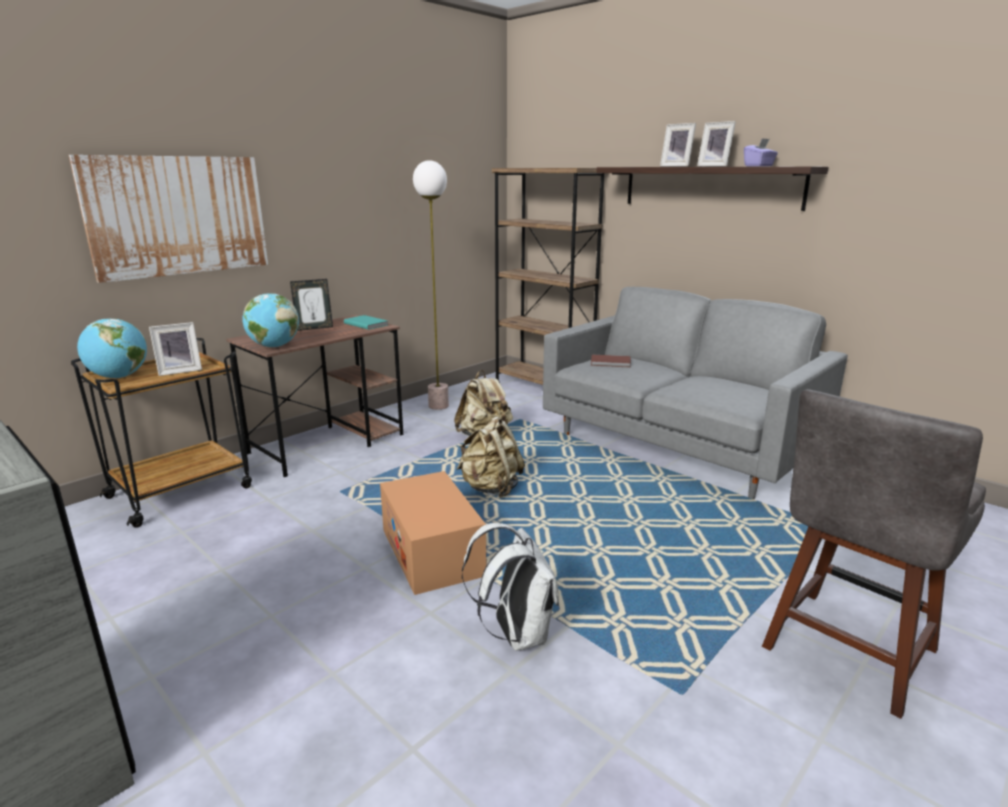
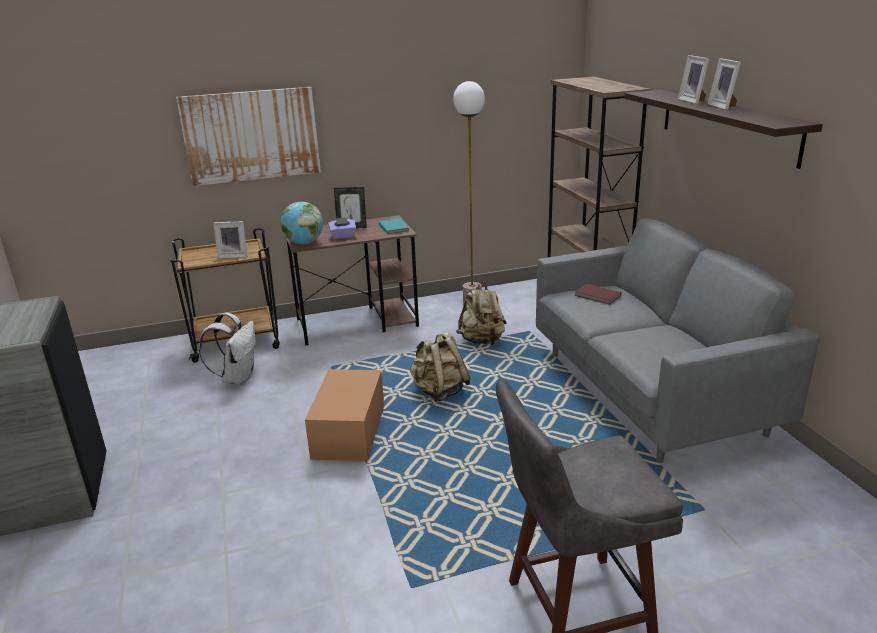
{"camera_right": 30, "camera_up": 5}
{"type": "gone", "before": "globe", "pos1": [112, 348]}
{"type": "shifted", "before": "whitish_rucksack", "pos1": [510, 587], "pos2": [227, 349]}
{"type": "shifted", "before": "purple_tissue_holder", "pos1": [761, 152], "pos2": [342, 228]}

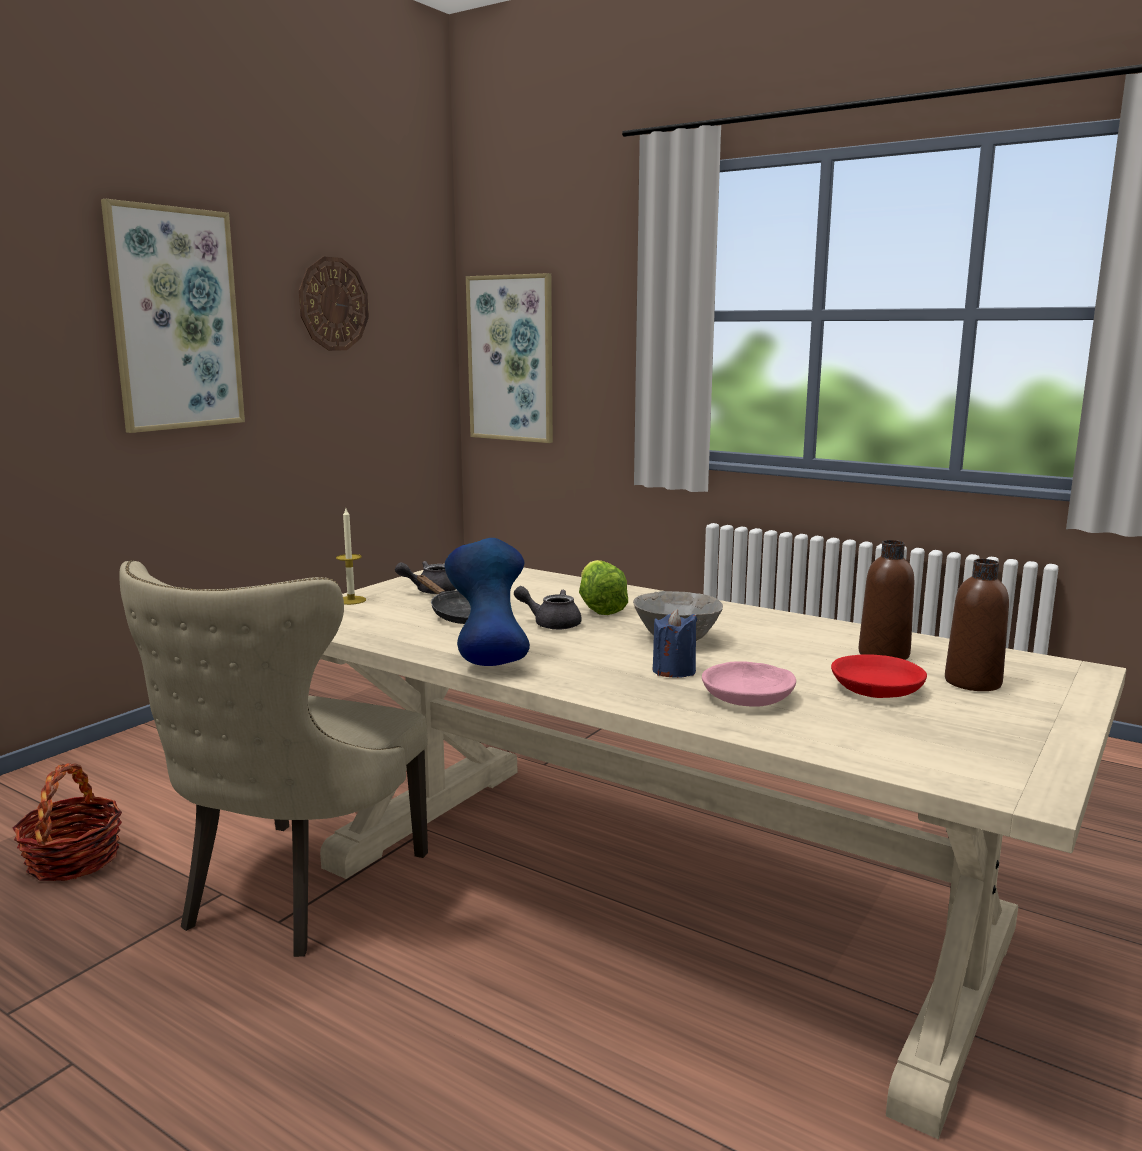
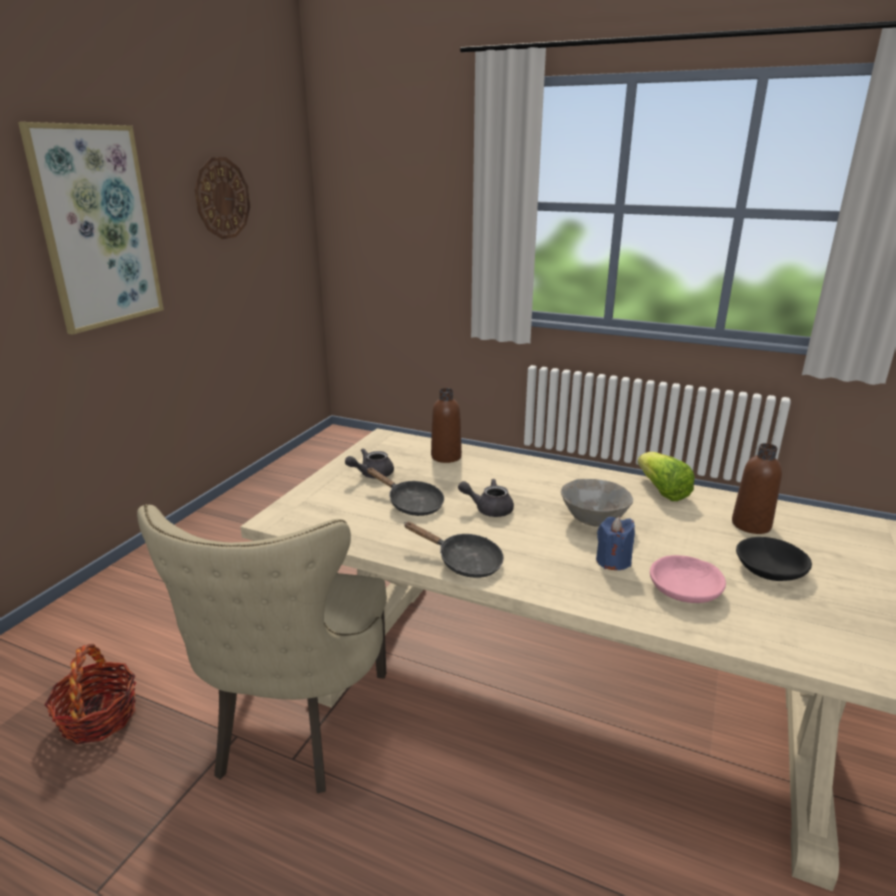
{"camera_right": -10, "camera_up": 10}
{"type": "gone", "before": "candle", "pos1": [351, 556]}
{"type": "gone", "before": "picture", "pos1": [509, 358]}
{"type": "shifted", "before": "head_of_lettuce", "pos1": [603, 587], "pos2": [666, 476]}
{"type": "shifted", "before": "brown-coloured_drink_bottle", "pos1": [977, 625], "pos2": [446, 425]}
{"type": "swapped", "before": "bluish_decorative_vase", "after": "black-coloured_pan", "pos1": [487, 602], "pos2": [454, 550]}
{"type": "repainted", "before": "red_deep_dish", "after": "black-coloured_deep_dish", "pos1": [879, 676], "pos2": [774, 559]}

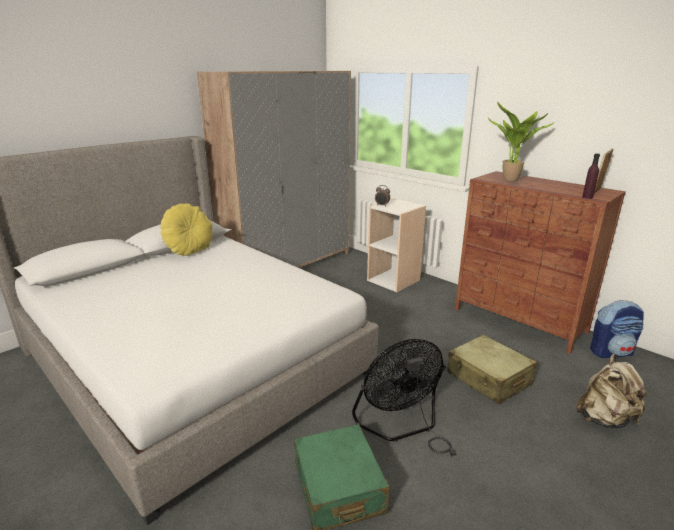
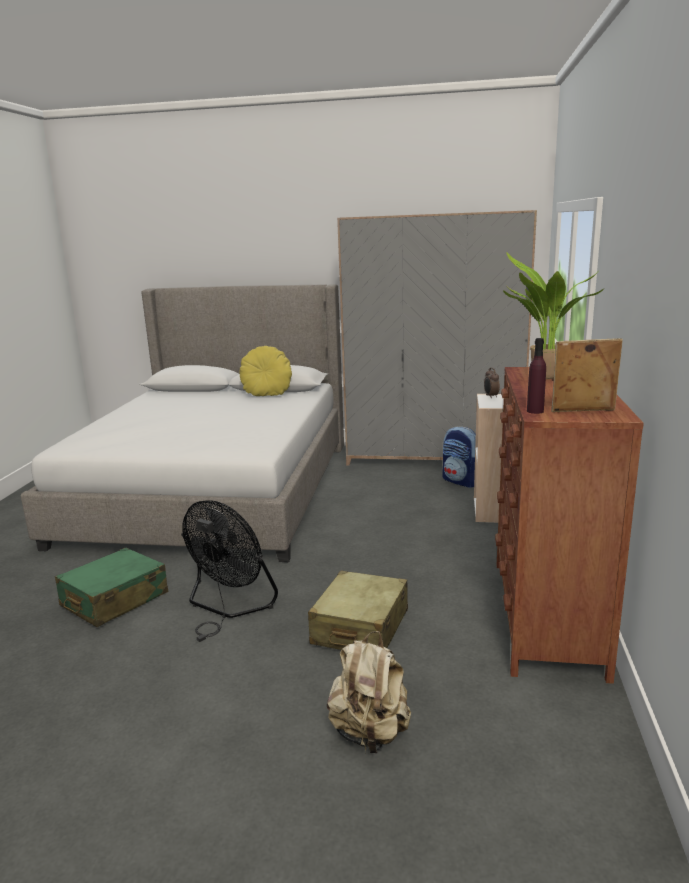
{"camera_right": 55, "camera_up": -5}
{"type": "shifted", "before": "rucksack", "pos1": [617, 329], "pos2": [459, 457]}

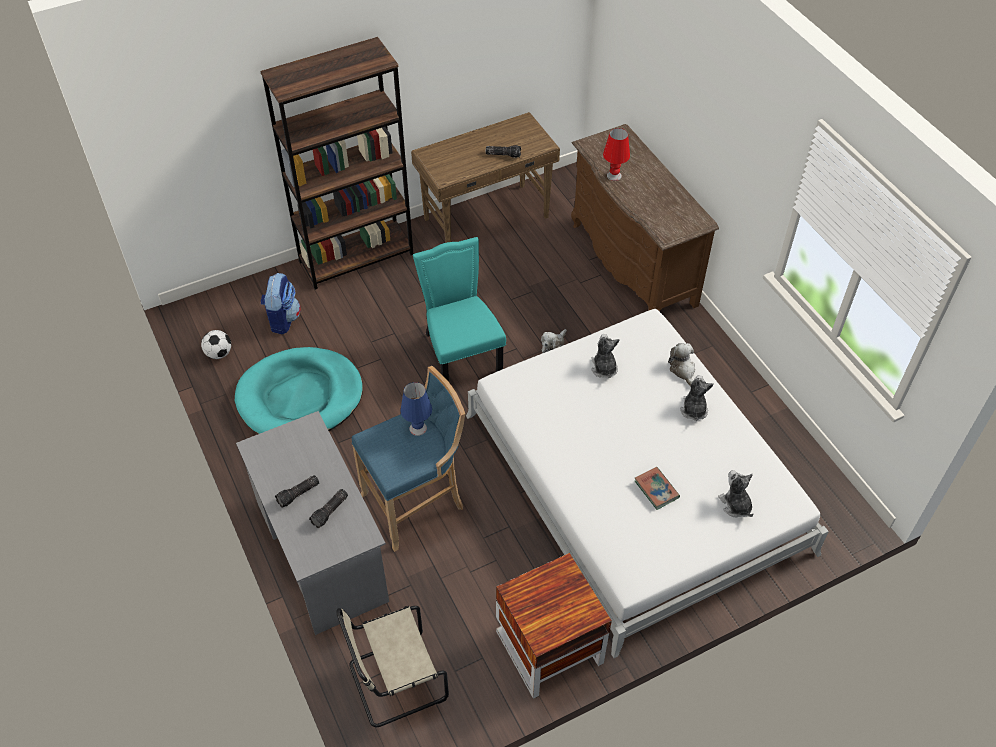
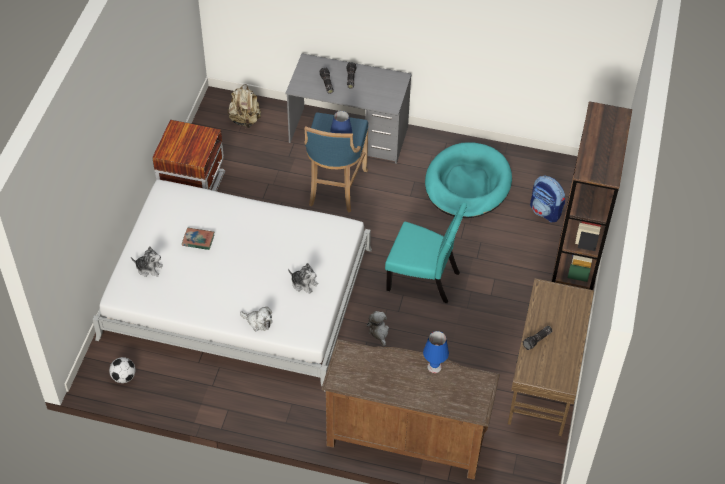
{"camera_right": 130, "camera_up": 0}
{"type": "gone", "before": "soft_toy", "pos1": [697, 398]}
{"type": "shifted", "before": "ball_for_football", "pos1": [216, 344], "pos2": [122, 370]}
{"type": "swapped", "before": "sand-coloured_chair", "after": "sand-coloured_rucksack", "pos1": [392, 666], "pos2": [244, 106]}
{"type": "repainted", "before": "red_lamp_for_a_table", "after": "bluish_lamp_for_a_table", "pos1": [616, 154], "pos2": [436, 352]}

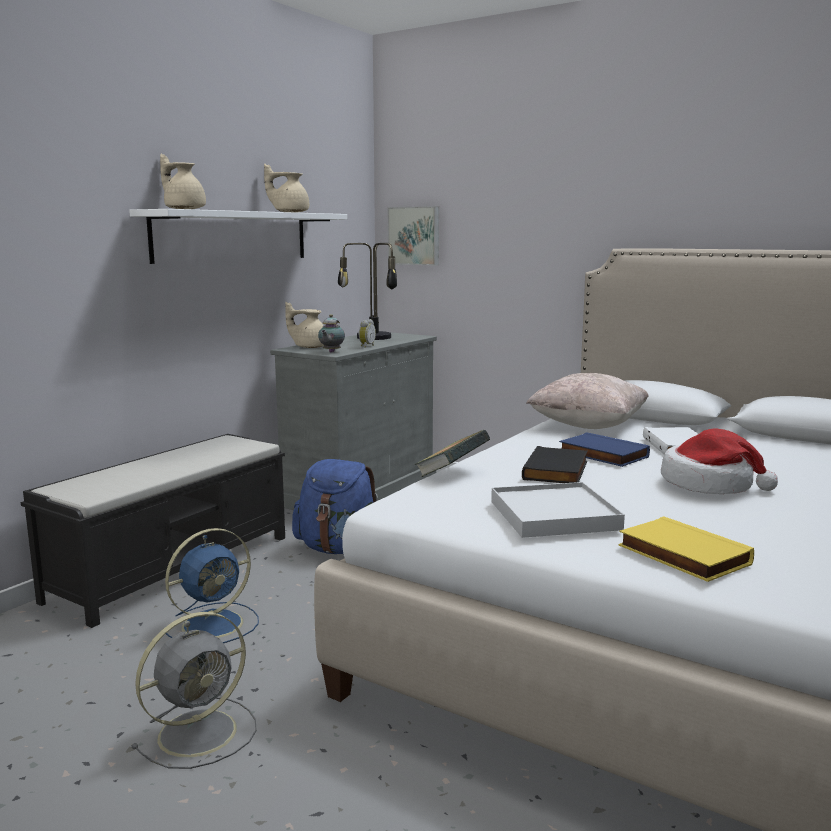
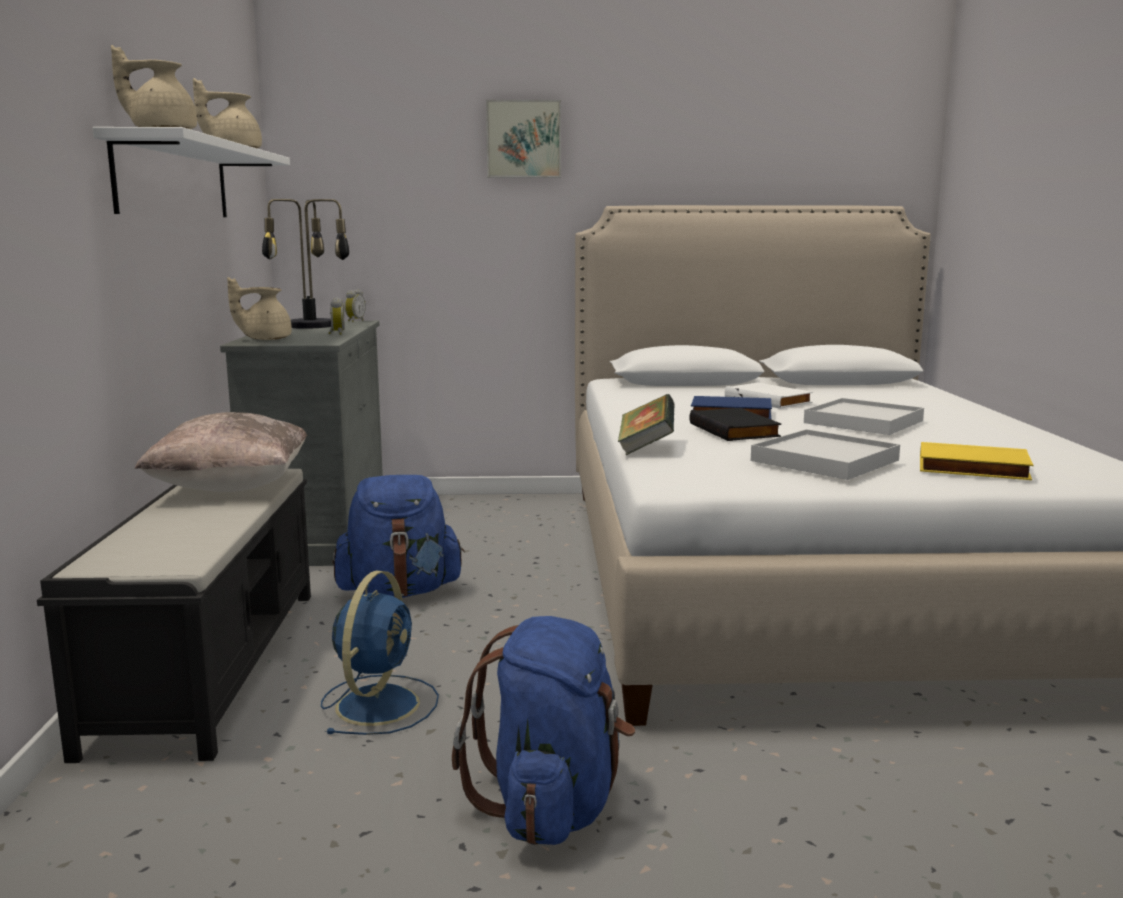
{"camera_right": -35, "camera_up": 0}
{"type": "gone", "before": "teapot", "pos1": [331, 333]}
{"type": "new", "after": "table_clock", "pos2": [355, 305]}
{"type": "shifted", "before": "picture", "pos1": [413, 236], "pos2": [523, 139]}
{"type": "shifted", "before": "sand-coloured_cushion", "pos1": [588, 401], "pos2": [221, 452]}
{"type": "swapped", "before": "gray_fan", "after": "bluish_rucksack", "pos1": [194, 690], "pos2": [543, 730]}
{"type": "swapped", "before": "wearable_hat", "after": "whitish_tray", "pos1": [719, 461], "pos2": [864, 416]}

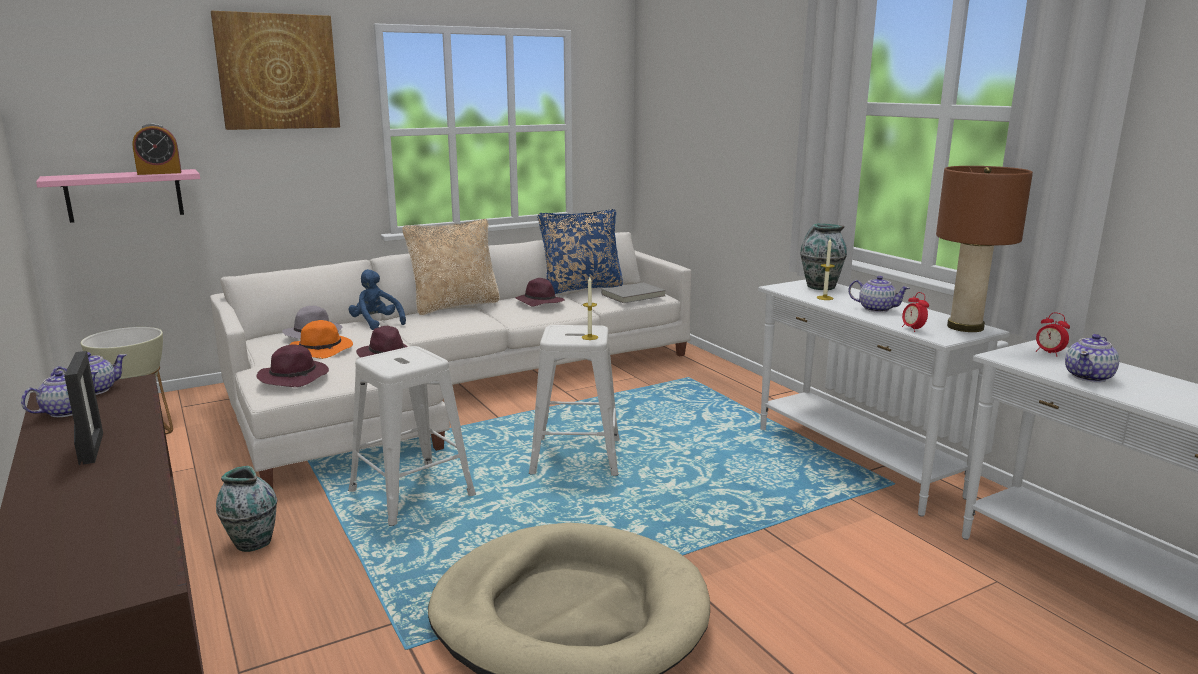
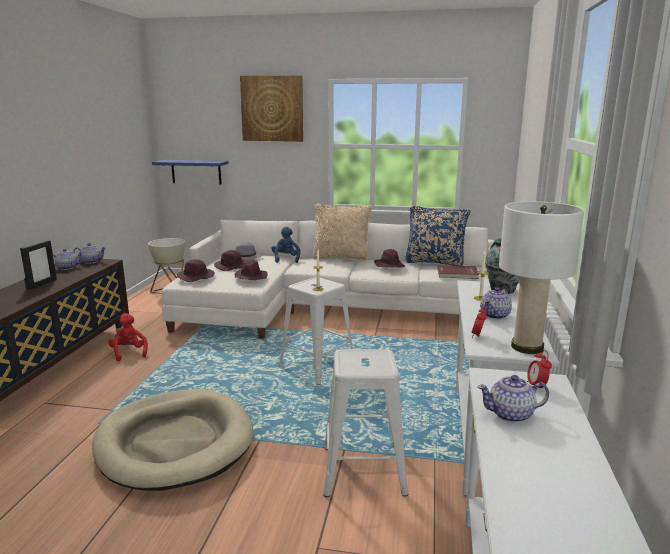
{"camera_right": 40, "camera_up": 0}
{"type": "gone", "before": "table_clock", "pos1": [157, 149]}
{"type": "shifted", "before": "whitish_stool", "pos1": [412, 436], "pos2": [365, 423]}
{"type": "swapped", "before": "decorative_vase", "after": "red_soft_toy", "pos1": [246, 509], "pos2": [128, 337]}
{"type": "repainted", "before": "pink-coloured_shelf", "after": "bluish_shelf", "pos1": [118, 196], "pos2": [190, 172]}
{"type": "repainted", "before": "orange-coloured_wearable_hat", "after": "purple_wearable_hat", "pos1": [321, 339], "pos2": [229, 260]}
{"type": "repainted", "before": "gray_book", "after": "red_book", "pos1": [633, 292], "pos2": [458, 272]}
{"type": "repainted", "before": "brown-coloured_lamp_for_a_table", "after": "whitish_lamp_for_a_table", "pos1": [984, 249], "pos2": [541, 277]}
{"type": "rotated", "before": "teapot", "pos1": [879, 294], "pos2": [496, 303], "turn": 60}

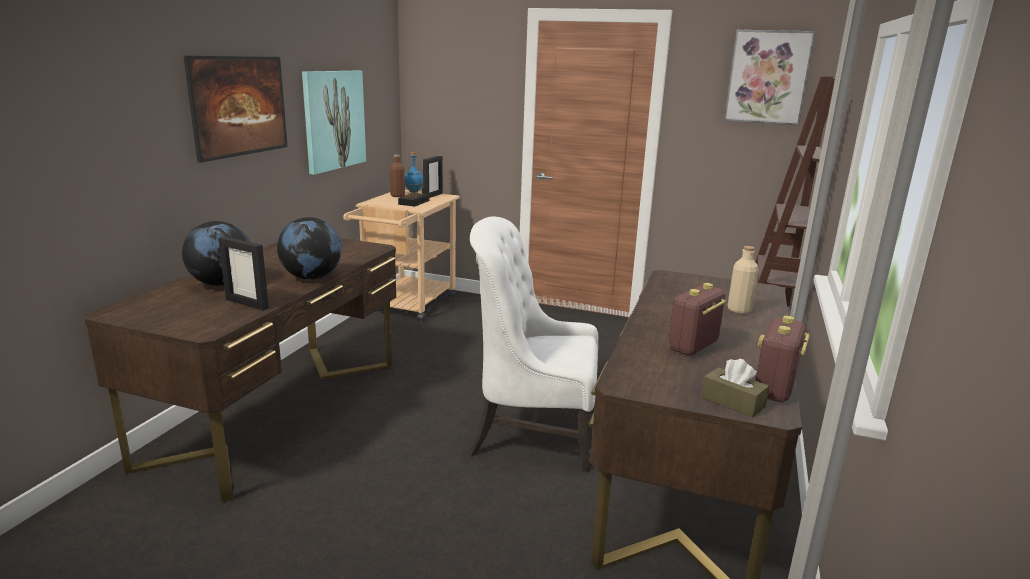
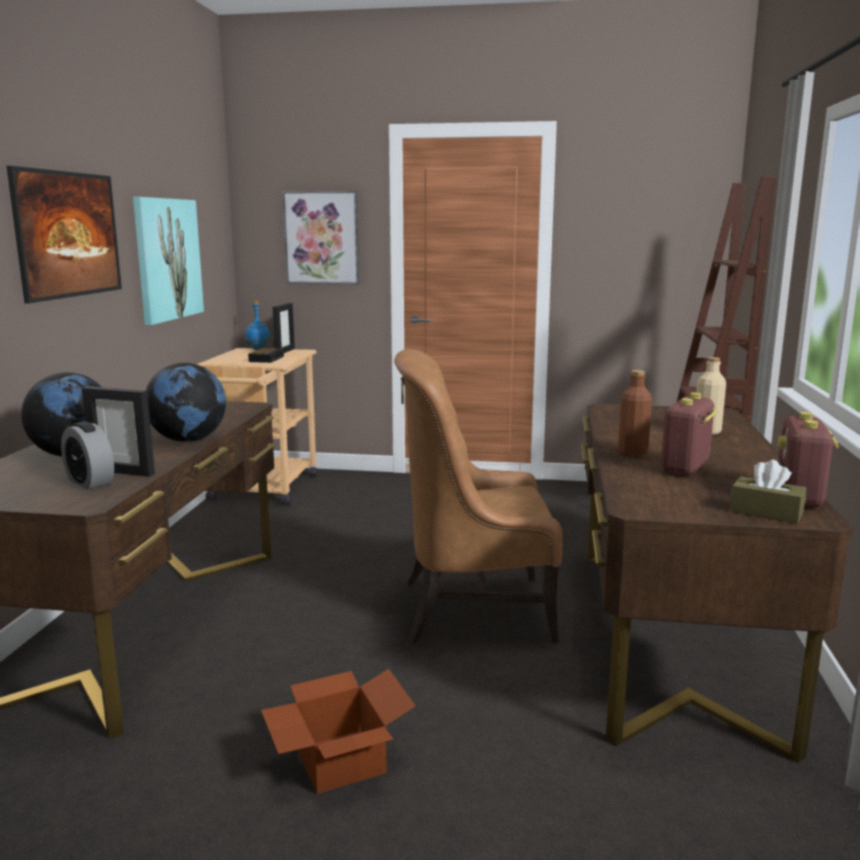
{"camera_right": -10, "camera_up": -5}
{"type": "new", "after": "table_clock", "pos2": [87, 455]}
{"type": "new", "after": "carton", "pos2": [338, 731]}
{"type": "shifted", "before": "brown-coloured_drink_bottle", "pos1": [397, 176], "pos2": [635, 413]}
{"type": "shifted", "before": "picture", "pos1": [770, 77], "pos2": [321, 238]}
{"type": "repainted", "before": "whitish_chair", "after": "brown-coloured_chair", "pos1": [533, 344], "pos2": [478, 496]}

